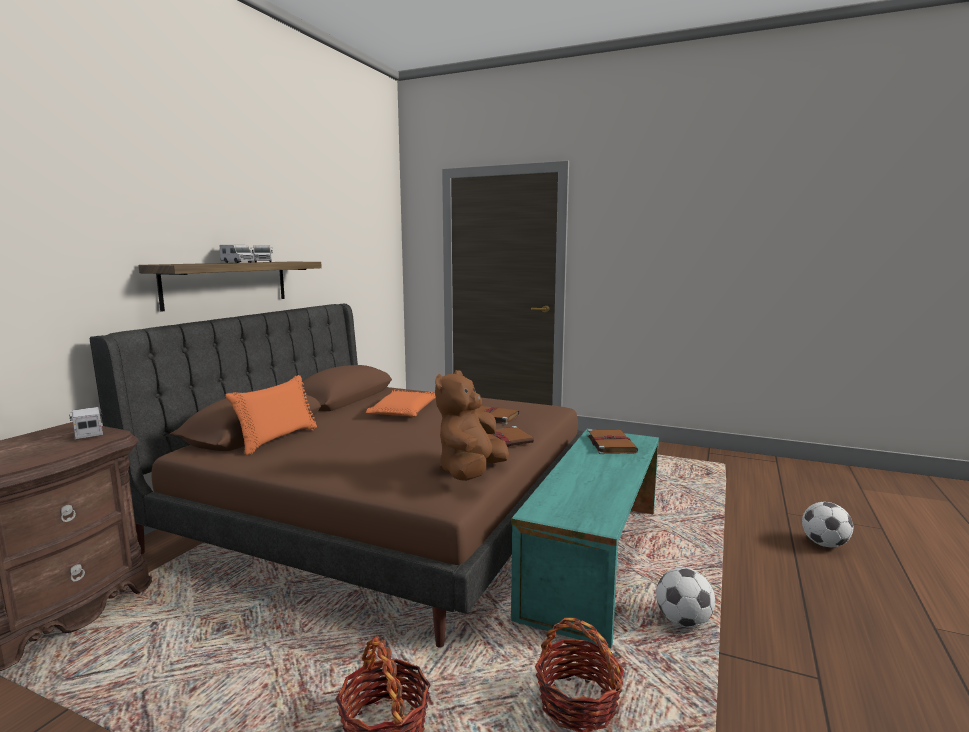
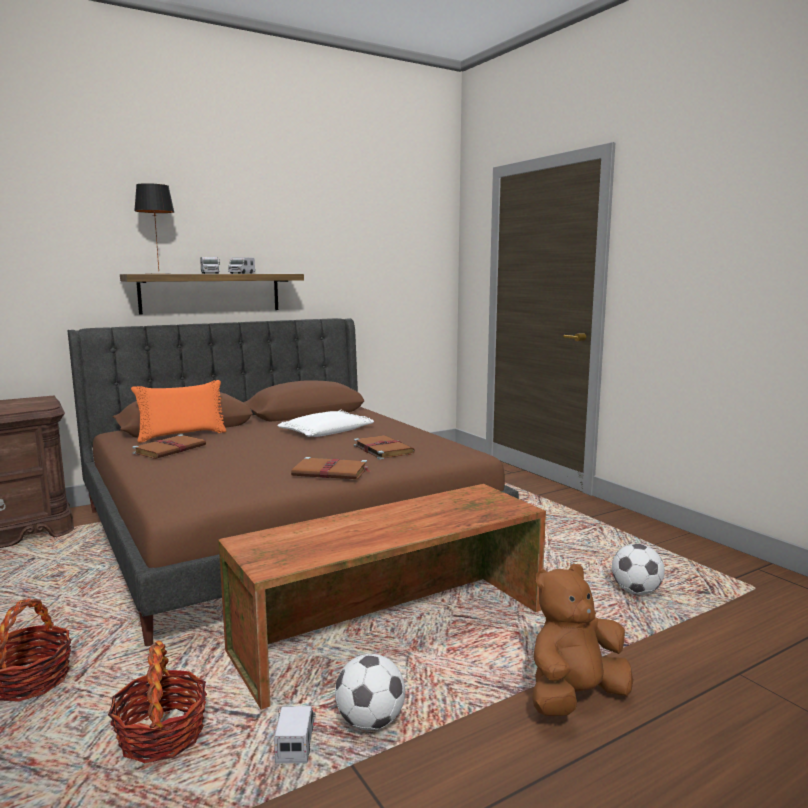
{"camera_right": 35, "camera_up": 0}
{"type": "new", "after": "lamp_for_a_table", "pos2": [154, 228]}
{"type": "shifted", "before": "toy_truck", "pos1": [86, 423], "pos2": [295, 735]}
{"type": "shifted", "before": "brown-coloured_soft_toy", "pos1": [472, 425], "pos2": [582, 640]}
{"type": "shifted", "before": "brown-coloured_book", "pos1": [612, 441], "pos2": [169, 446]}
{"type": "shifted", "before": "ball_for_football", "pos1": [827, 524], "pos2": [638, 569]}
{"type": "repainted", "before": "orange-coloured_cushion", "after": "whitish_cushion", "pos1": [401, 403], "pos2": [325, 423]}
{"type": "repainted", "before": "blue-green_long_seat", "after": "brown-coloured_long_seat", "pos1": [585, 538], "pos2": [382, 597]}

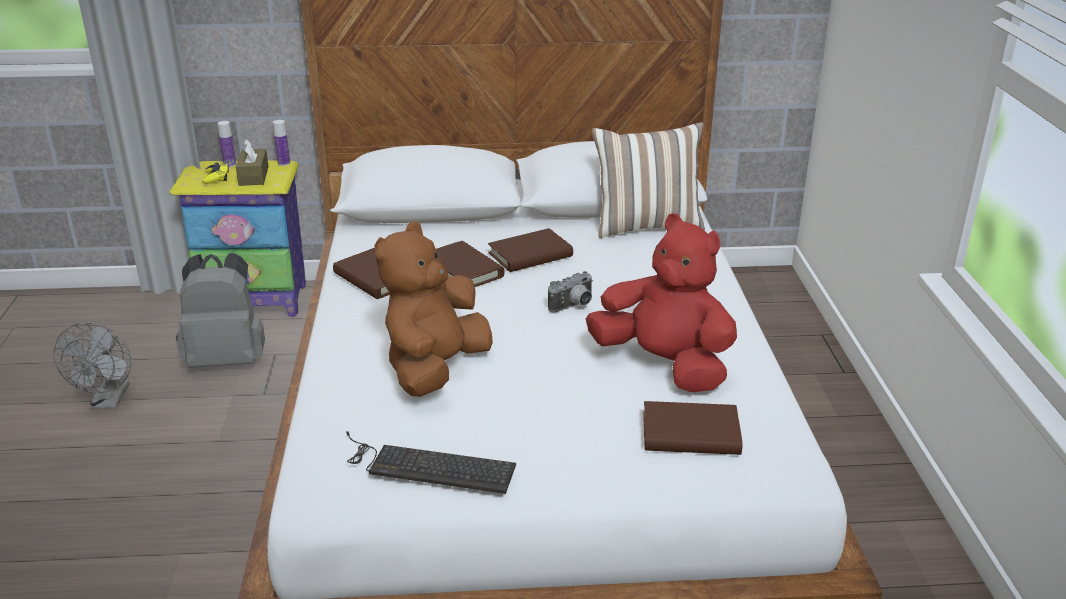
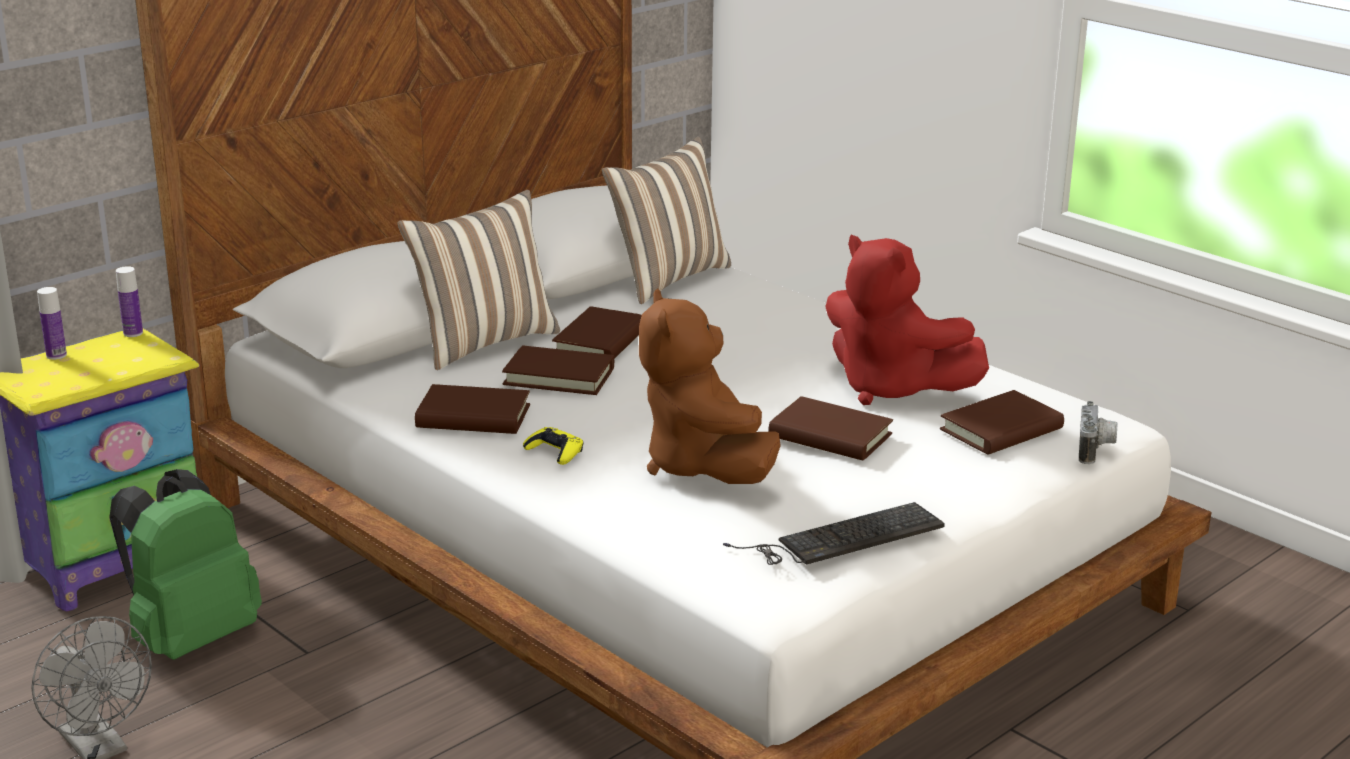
{"camera_right": -40, "camera_up": -5}
{"type": "gone", "before": "brown-coloured_tissue_holder", "pos1": [252, 162]}
{"type": "new", "after": "cushion", "pos2": [479, 280]}
{"type": "new", "after": "brown-coloured_book", "pos2": [830, 428]}
{"type": "shifted", "before": "yellow-coloured_joypad", "pos1": [216, 173], "pos2": [553, 446]}
{"type": "shifted", "before": "still_camera", "pos1": [570, 292], "pos2": [1098, 432]}
{"type": "repainted", "before": "gray_rucksack", "after": "green-coloured_rucksack", "pos1": [220, 310], "pos2": [185, 564]}
{"type": "rotated", "before": "red_soft_toy", "pos1": [661, 303], "pos2": [907, 320], "turn": -135}

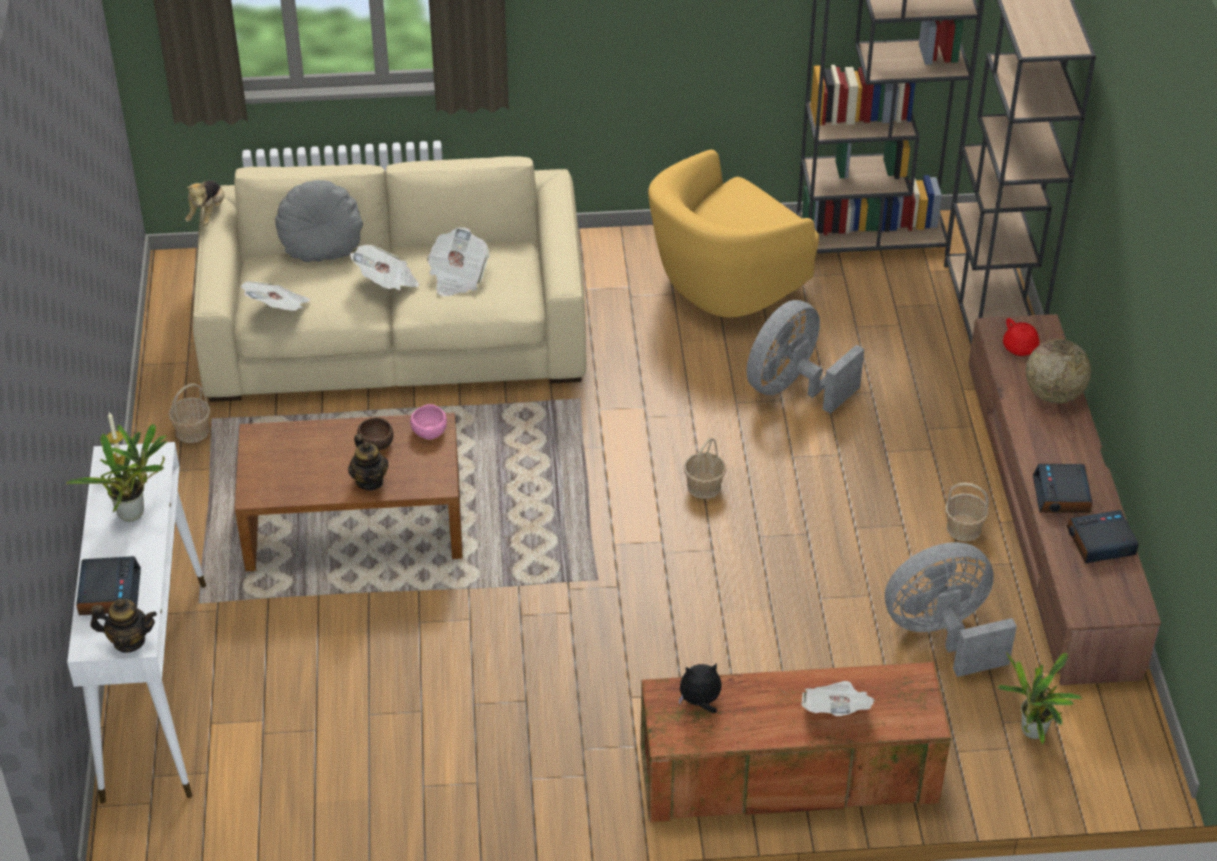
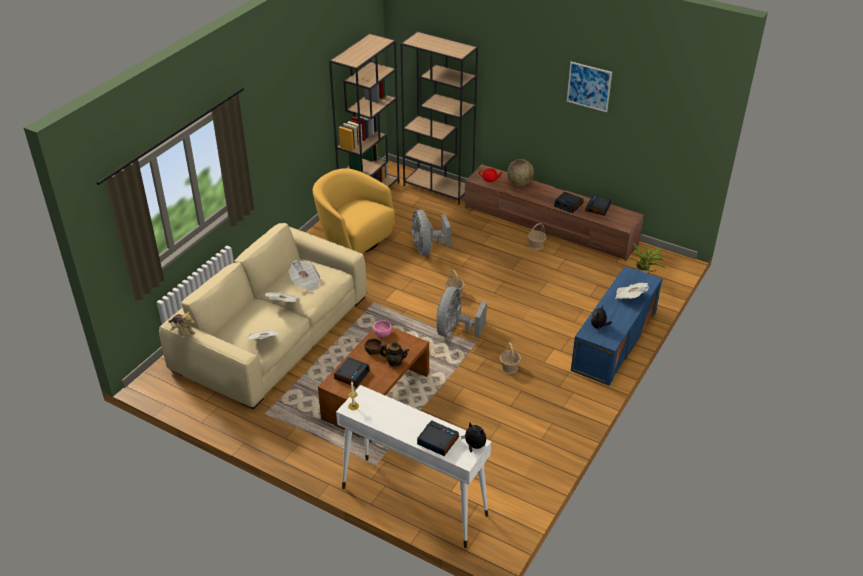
{"camera_right": -55, "camera_up": -5}
{"type": "gone", "before": "houseplant", "pos1": [117, 473]}
{"type": "gone", "before": "gray_cushion", "pos1": [319, 221]}
{"type": "new", "after": "table_clock", "pos2": [352, 372]}
{"type": "new", "after": "picture", "pos2": [589, 87]}
{"type": "shifted", "before": "household_basket", "pos1": [189, 413], "pos2": [510, 358]}
{"type": "shifted", "before": "gray_fan", "pos1": [951, 609], "pos2": [461, 312]}
{"type": "swapped", "before": "teapot", "after": "soft_toy", "pos1": [123, 625], "pos2": [473, 438]}
{"type": "repainted", "before": "brown-coloured_long_seat", "after": "bluish_long_seat", "pos1": [796, 742], "pos2": [616, 326]}
{"type": "rotated", "before": "yellow-coloured_lounge_chair", "pos1": [733, 233], "pos2": [354, 211], "turn": 135}

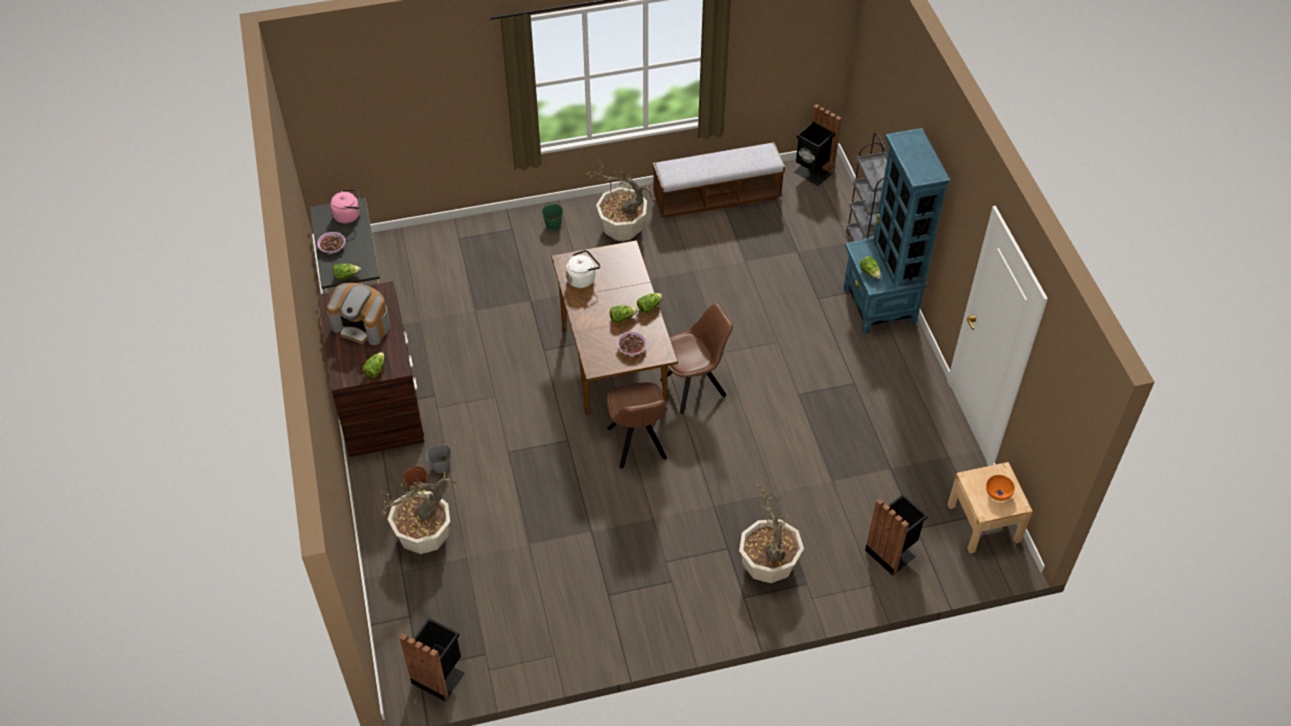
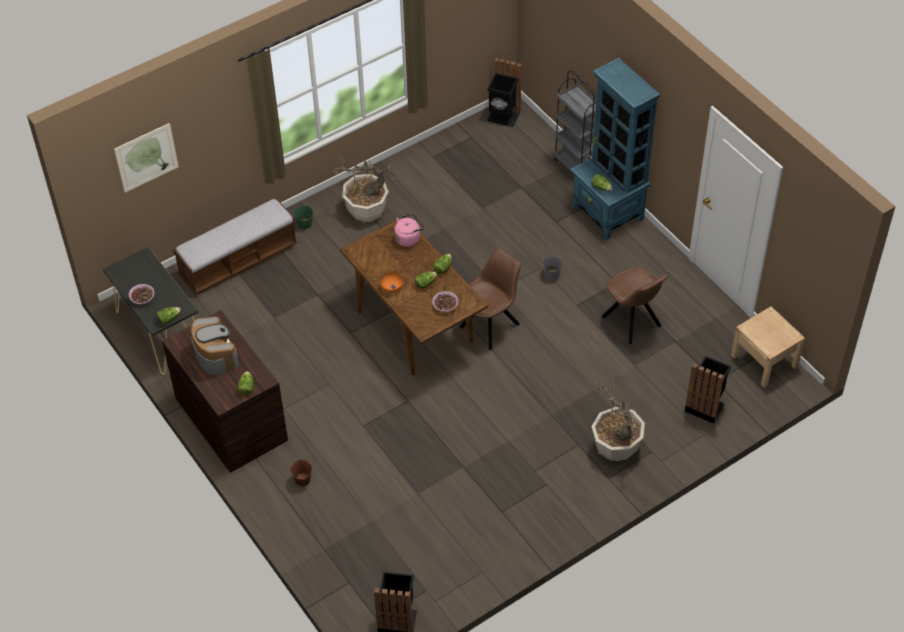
{"camera_right": -20, "camera_up": 0}
{"type": "gone", "before": "houseplant", "pos1": [416, 512]}
{"type": "gone", "before": "whitish_kettle", "pos1": [583, 269]}
{"type": "new", "after": "picture", "pos2": [146, 158]}
{"type": "shifted", "before": "pink-coloured_kettle", "pos1": [345, 206], "pos2": [409, 230]}
{"type": "shifted", "before": "gray_water_bucket", "pos1": [438, 458], "pos2": [552, 267]}
{"type": "shifted", "before": "brown-coloured_chair", "pos1": [637, 425], "pos2": [635, 305]}
{"type": "shifted", "before": "long_seat", "pos1": [718, 180], "pos2": [235, 246]}
{"type": "shifted", "before": "orange-coloured_deep_dish", "pos1": [1000, 488], "pos2": [391, 282]}
{"type": "rotated", "before": "coffee_brewer", "pos1": [359, 314], "pos2": [215, 346], "turn": -120}

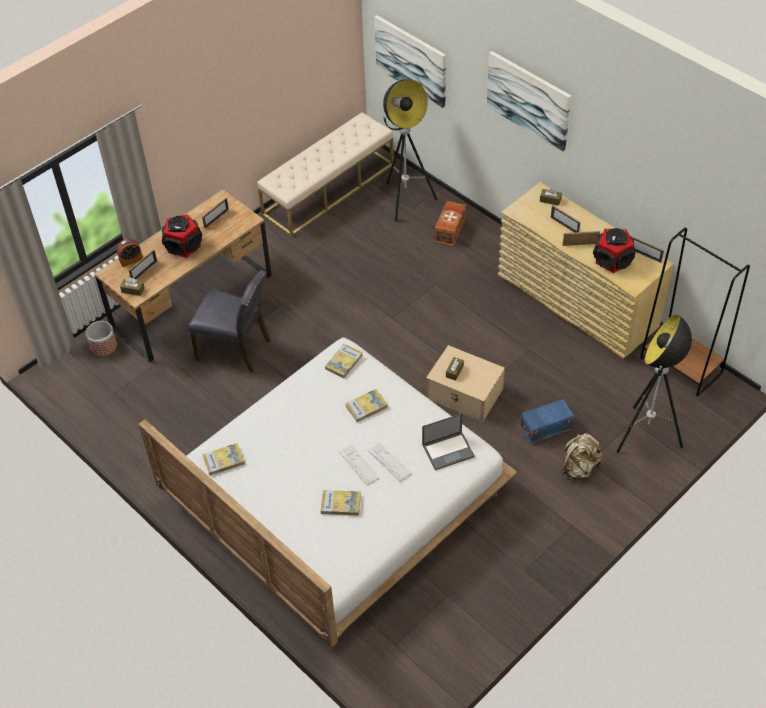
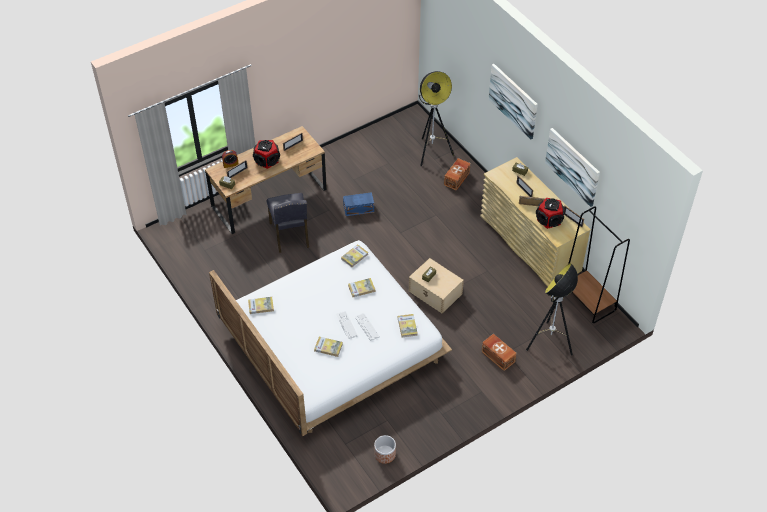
{"camera_right": 10, "camera_up": 0}
{"type": "gone", "before": "sand-coloured_long_seat", "pos1": [325, 174]}
{"type": "shifted", "before": "planter", "pos1": [101, 339], "pos2": [385, 449]}
{"type": "shifted", "before": "picture", "pos1": [410, 61], "pos2": [572, 167]}
{"type": "shifted", "before": "bluish_storage_container", "pos1": [547, 421], "pos2": [358, 204]}
{"type": "swapped", "before": "notebook_computer", "after": "book", "pos1": [448, 441], "pos2": [408, 326]}
{"type": "swapped", "before": "sand-coloured_rucksack", "after": "brown-coloured_storage_container", "pos1": [582, 456], "pos2": [499, 352]}
{"type": "rotated", "before": "gray_chair", "pos1": [229, 321], "pos2": [288, 223], "turn": 45}

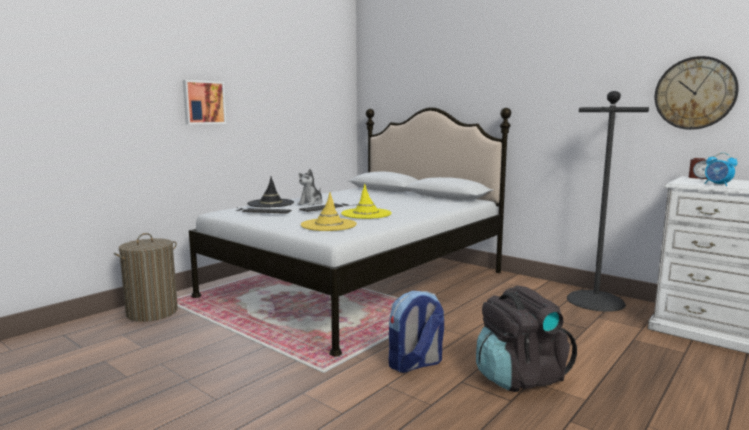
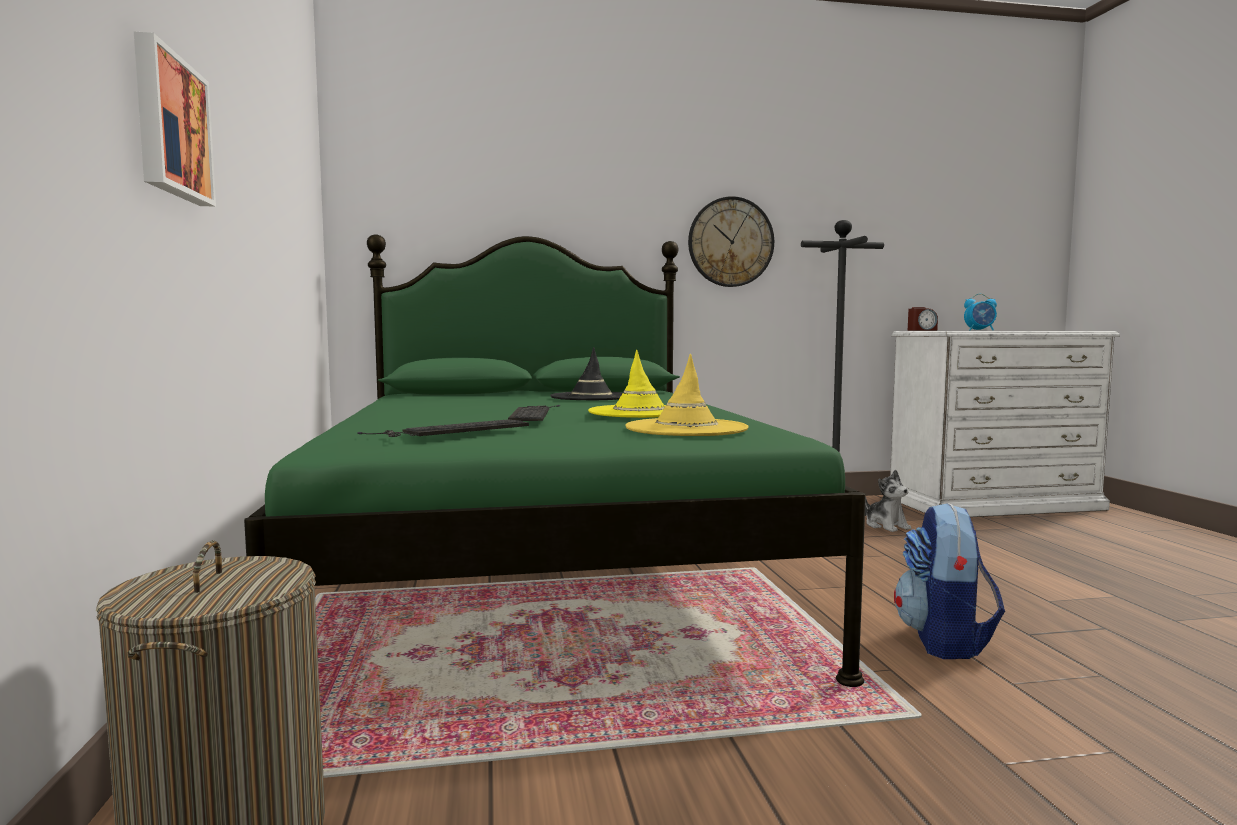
{"camera_right": -50, "camera_up": -5}
{"type": "gone", "before": "black-coloured_rucksack", "pos1": [526, 338]}
{"type": "shifted", "before": "black-coloured_wearable_hat", "pos1": [270, 191], "pos2": [586, 373]}
{"type": "shifted", "before": "soft_toy", "pos1": [310, 187], "pos2": [888, 501]}
{"type": "shifted", "before": "wall_clock", "pos1": [697, 93], "pos2": [731, 241]}
{"type": "repainted", "before": "whitish_bed", "after": "green-coloured_bed", "pos1": [350, 232], "pos2": [555, 460]}

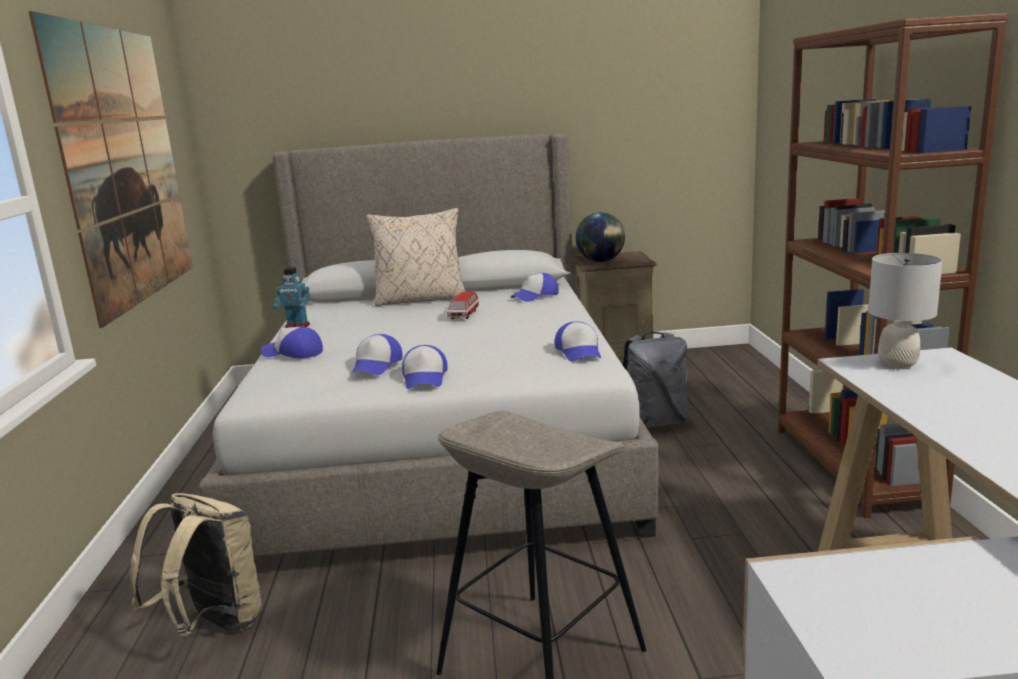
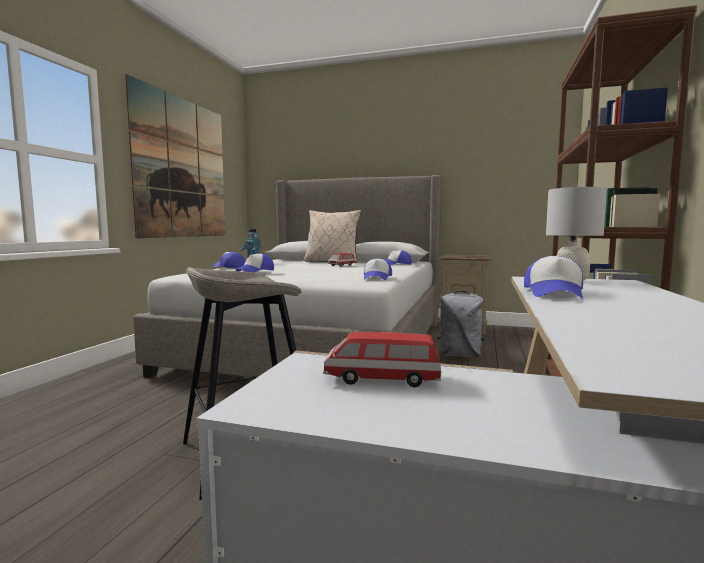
{"camera_right": 20, "camera_up": -10}
{"type": "gone", "before": "sand-coloured_rucksack", "pos1": [195, 564]}
{"type": "gone", "before": "globe", "pos1": [600, 237]}
{"type": "new", "after": "toy_car", "pos2": [382, 359]}
{"type": "shifted", "before": "cap", "pos1": [425, 367], "pos2": [553, 277]}

